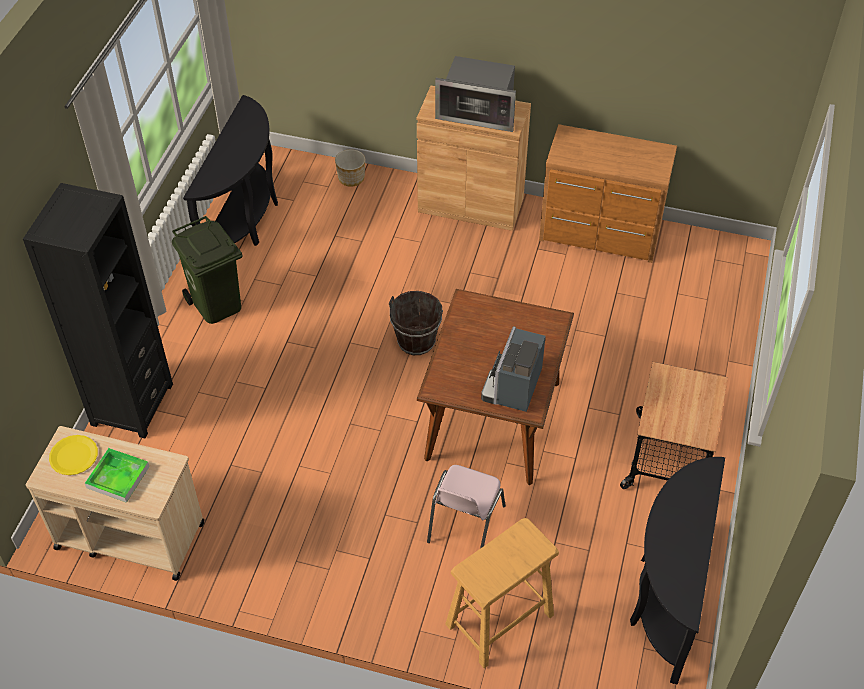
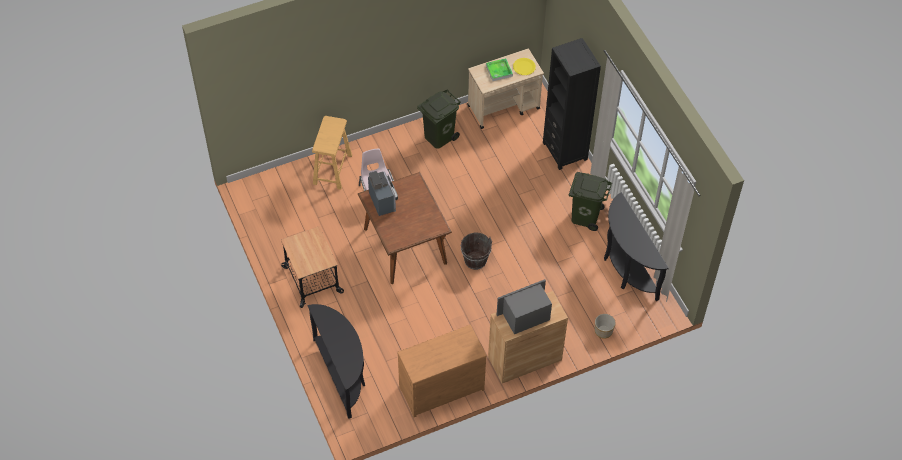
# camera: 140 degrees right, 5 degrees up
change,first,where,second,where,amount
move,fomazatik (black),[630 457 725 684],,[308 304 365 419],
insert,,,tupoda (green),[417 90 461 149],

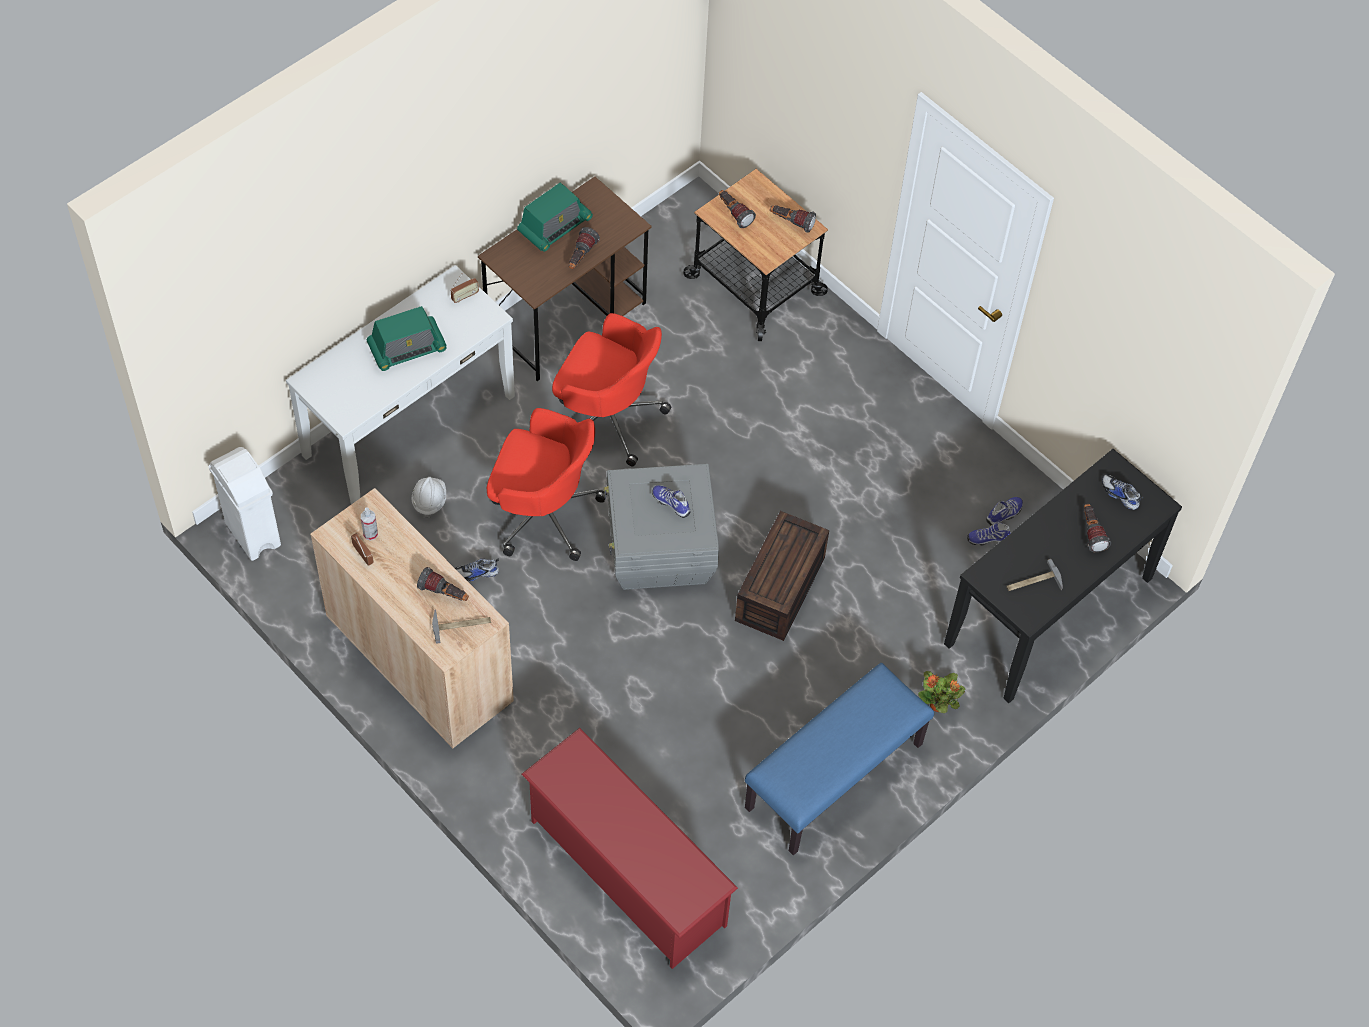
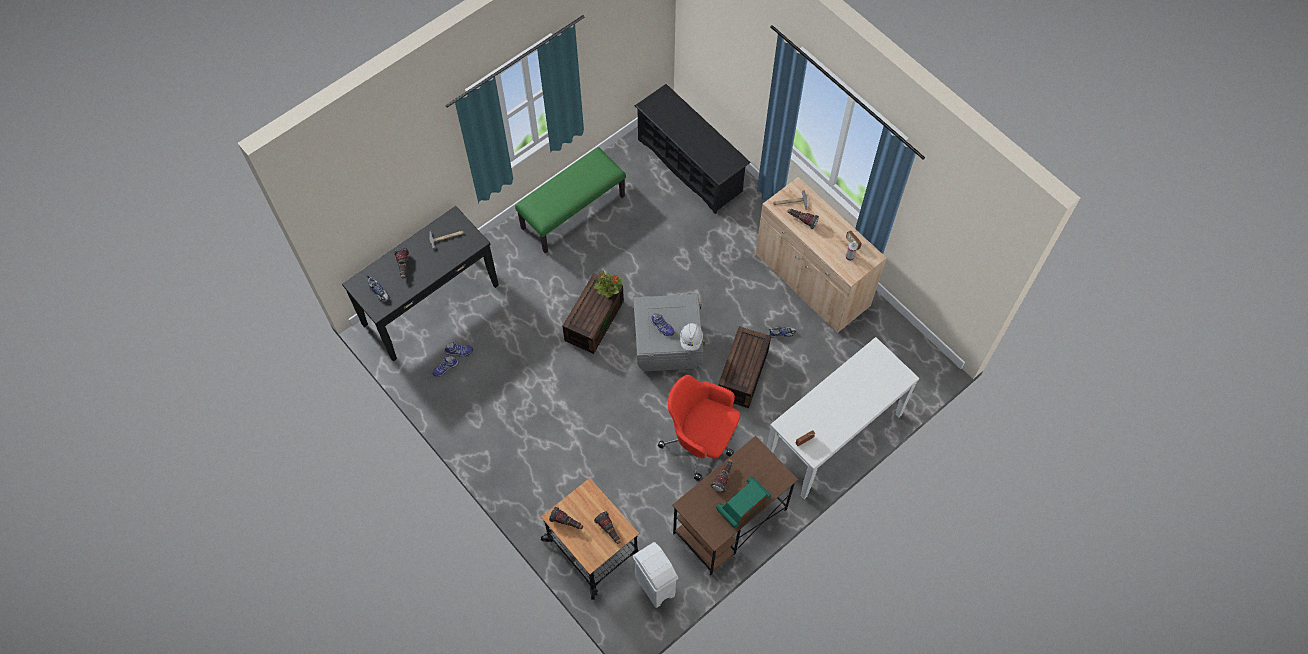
# camera: 175 degrees left, 5 degrees up
change,first,where,second,where,amount
move,tupoda (white),[208 447 281 561],,[633 542 678 608],
delete,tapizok,[366 306 446 371],,,
move,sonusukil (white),[411 477 446 518],,[680 323 703 351],
replace,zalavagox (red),[487 408 607 561],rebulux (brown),[718 326 771 408],
recolor,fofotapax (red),[521 728 738 969],fofotapax (black),[635 84 751 214],
recolor,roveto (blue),[745 663 934 855],roveto (green),[515 147 626 254],
move,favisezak,[918 671 965 713],,[593 270 623 298],

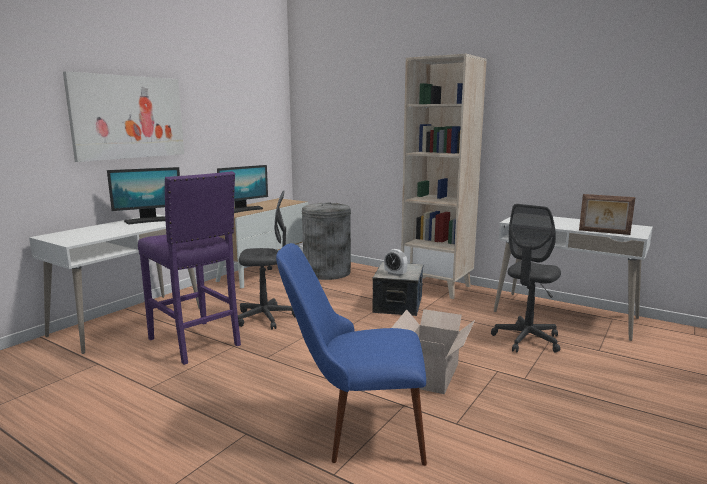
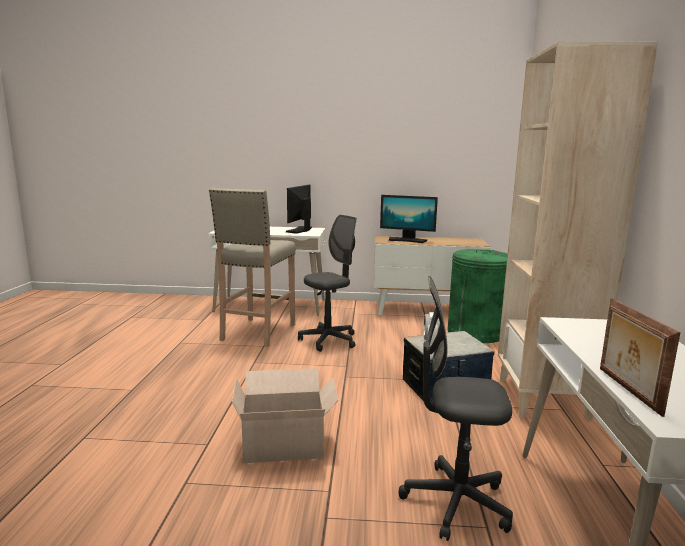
# camera: 60 degrees right, 0 degrees up
change,first,where,second,where,amount
delete,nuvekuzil,[63 71 184 162],,,
rotate,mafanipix,[107 167 180 225],,[286 184 312 234],75 degrees clockwise
recolor,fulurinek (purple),[138 171 241 365],fulurinek (beige),[209 188 296 347],
rotate,zalavagox (grey),[238 191 296 330],,[298 214 356 352],90 degrees counterclockwise
delete,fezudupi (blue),[276 243 427 466],,,
recolor,tupoda (grey),[302 202 351 280],tupoda (green),[448 249 508 343],

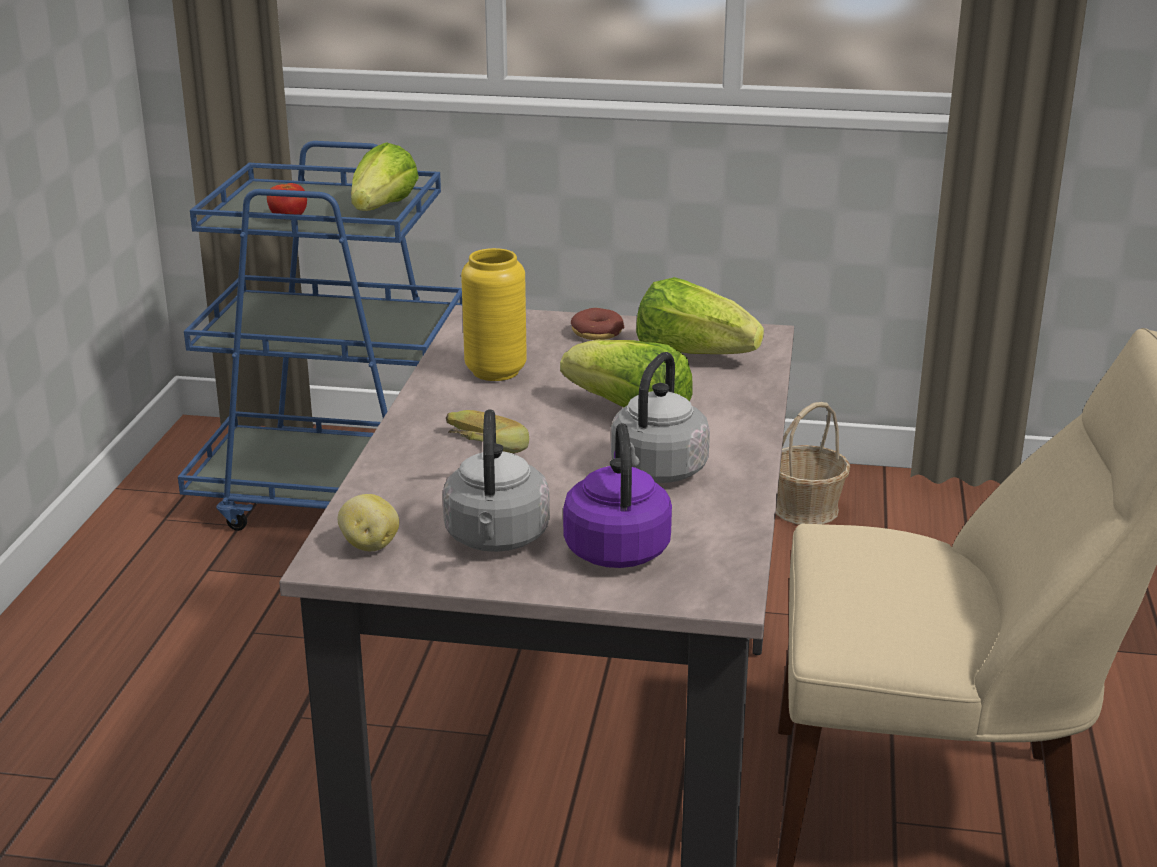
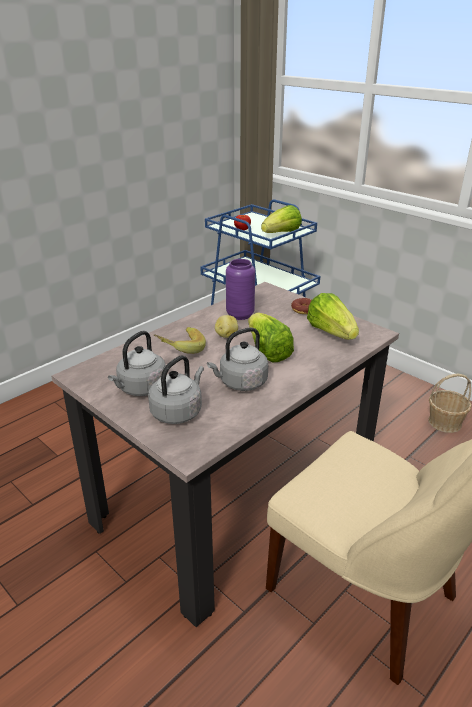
# camera: 35 degrees right, 5 degrees up
change,first,where,second,where,amount
move,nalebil,[338 494 399 551],,[215 315 238 338],
recolor,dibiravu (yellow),[461 248 527 381],dibiravu (purple),[226 259 255 320],
recolor,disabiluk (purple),[563 423 672 568],disabiluk (grey),[148 355 204 424],

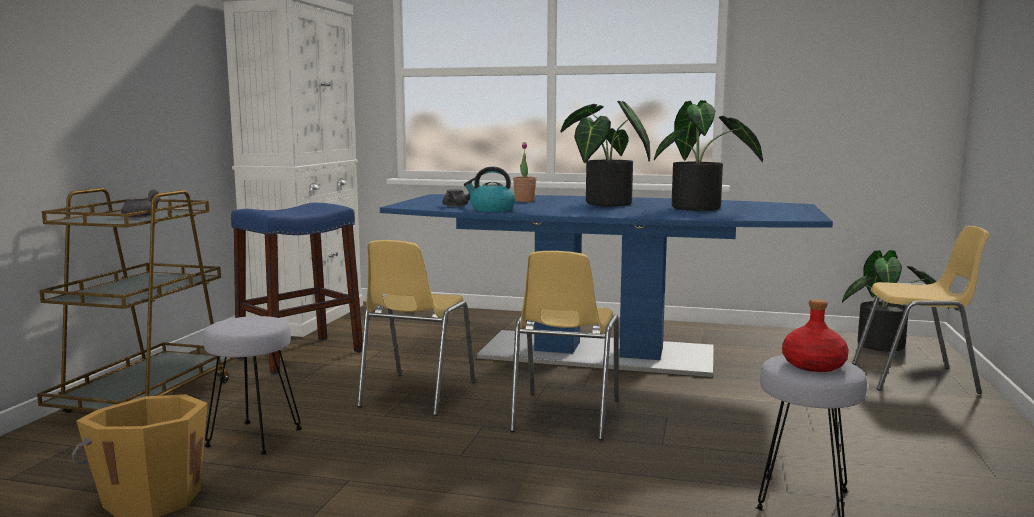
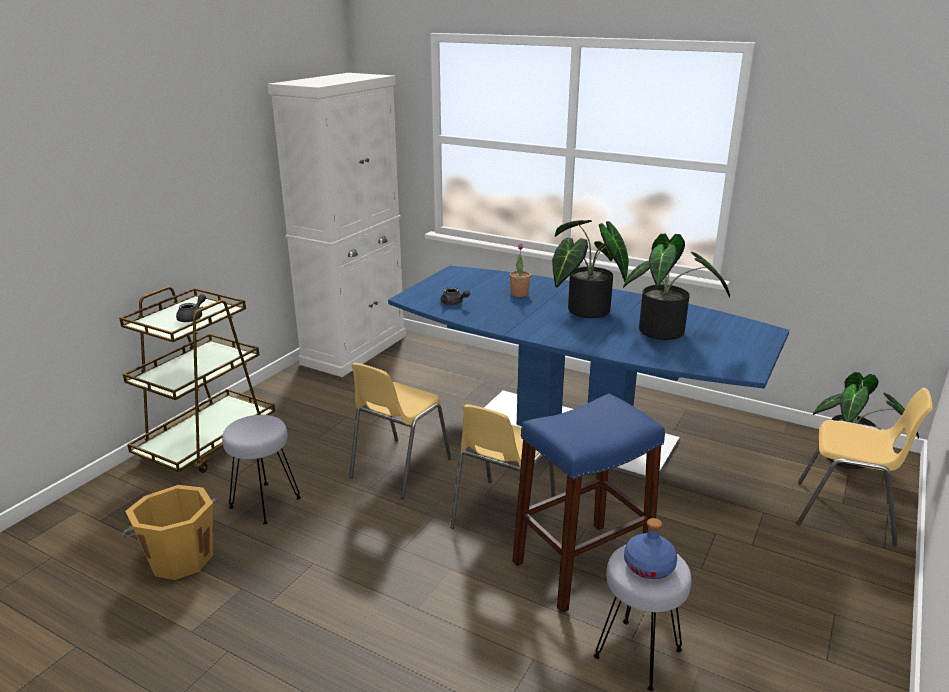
# camera: 15 degrees right, 15 degrees up
change,first,where,second,where,amount
move,fulurinek (blue),[231 203 363 375],,[512 393 665 613],
delete,disabiluk,[464 167 515 212],,,
recolor,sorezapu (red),[782 299 849 372],sorezapu (blue),[624 518 677 579],

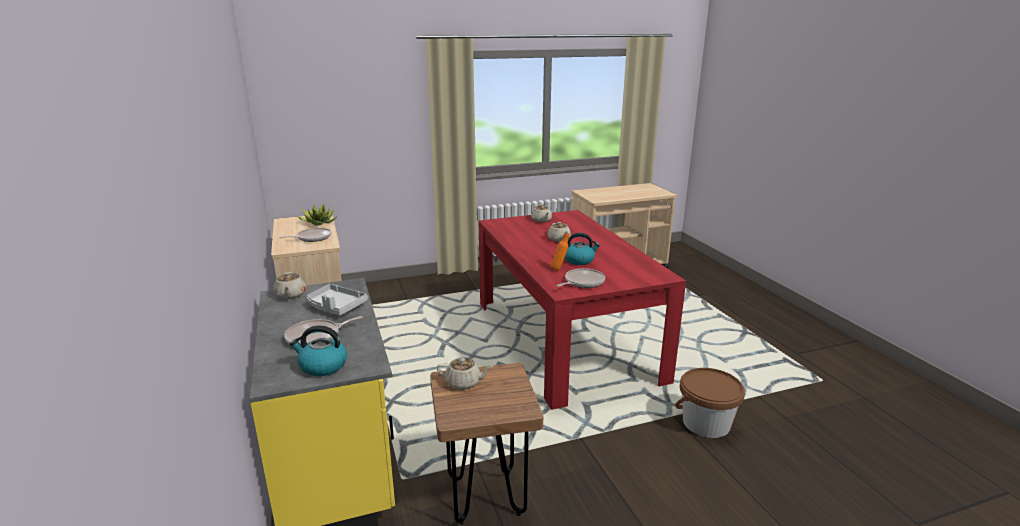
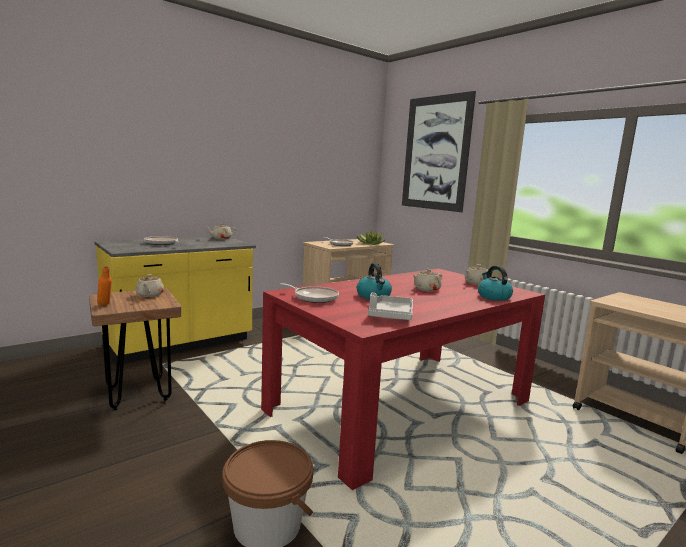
# camera: 70 degrees right, 10 degrees down
change,first,where,second,where,amount
move,disabiluk,[290 325 347 376],,[478 266 513 301],
move,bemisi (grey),[307 284 368 315],,[368 293 413 320],
move,sorezapu (orange),[551 232 570 270],,[97 266 112 306],
insert,,,nuvekuzil,[402 91 476 212],

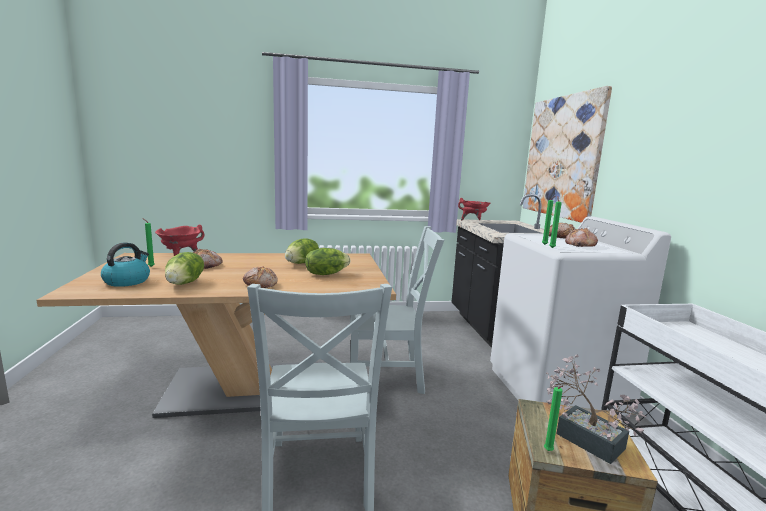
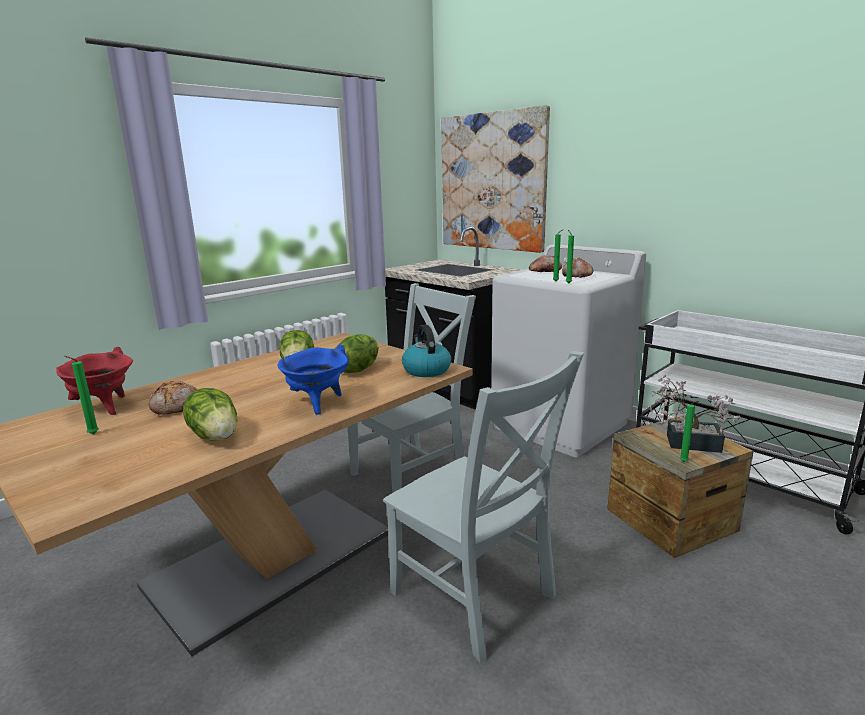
# camera: 35 degrees left, 5 degrees up
change,first,where,second,where,amount
move,disabiluk,[101 242 150 287],,[402 325 451 377],
replace,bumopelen,[243 266 278 288],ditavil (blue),[277 345 349 414],
delete,ditavil (red),[458 198 491 220],,,

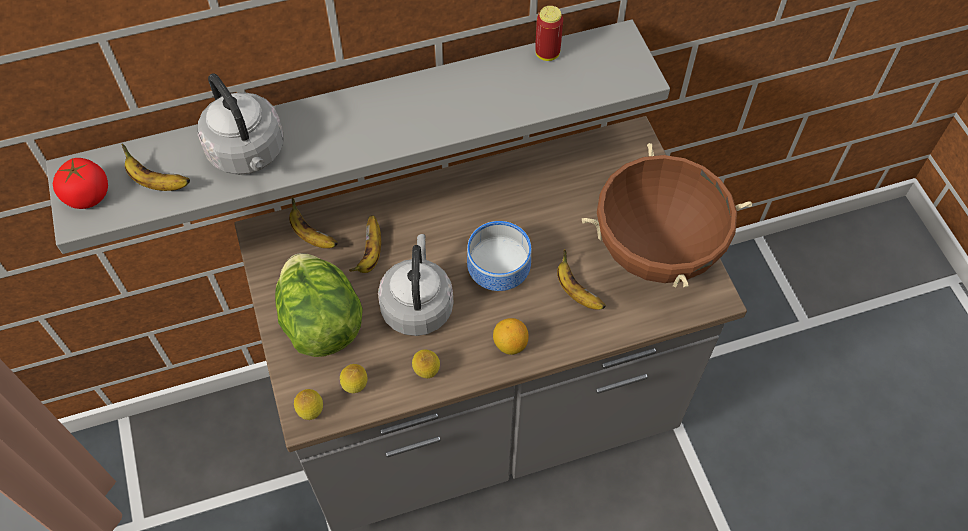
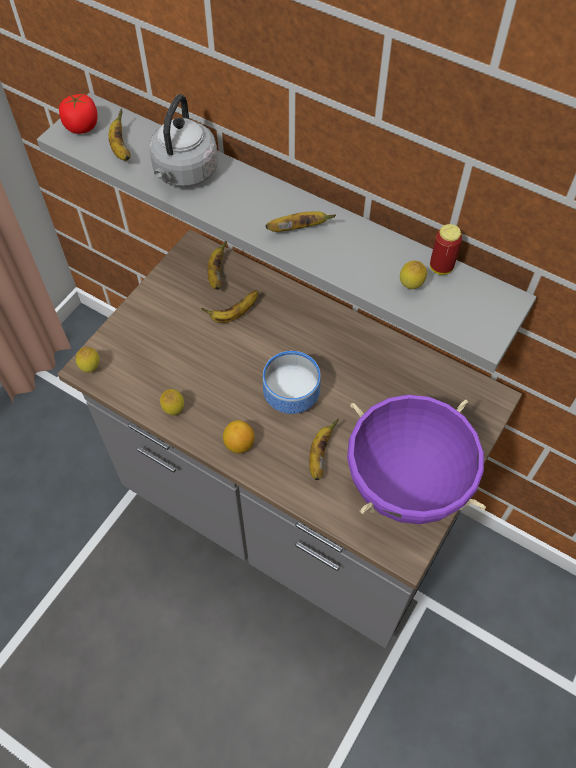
# camera: 50 degrees right, 0 degrees up
change,first,where,second,where,amount
delete,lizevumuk,[275 253 363 357],,,
move,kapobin,[340 364 368 393],,[400 260 427 289],
delete,disabiluk (grey),[378 234 454 336],,,
recolor,ditavil (brown),[582 143 752 288],ditavil (purple),[347 395 486 524],
insert,,,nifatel,[265 211 336 232],

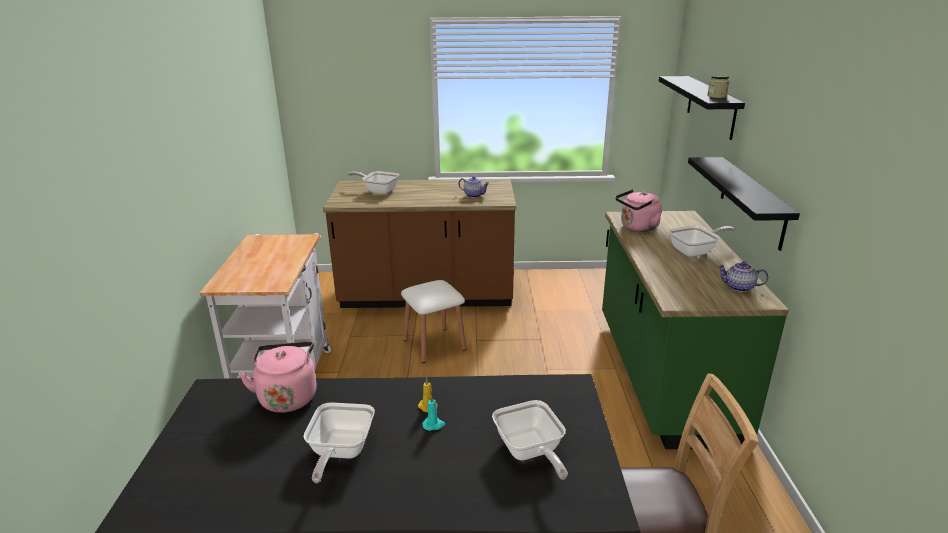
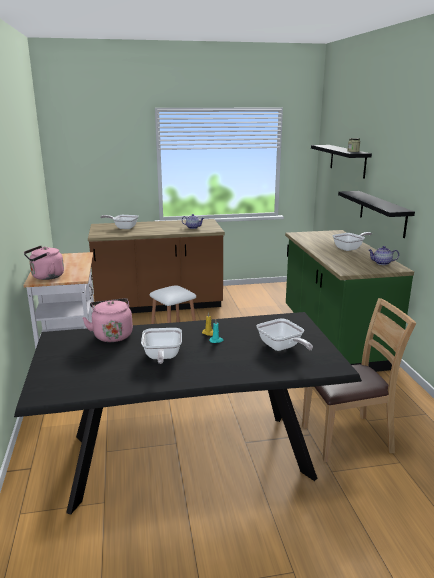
# camera: 10 degrees left, 5 degrees down
change,first,where,second,where,amount
move,disabiluk (pink),[615 189 662 232],,[24 246 64 280],

